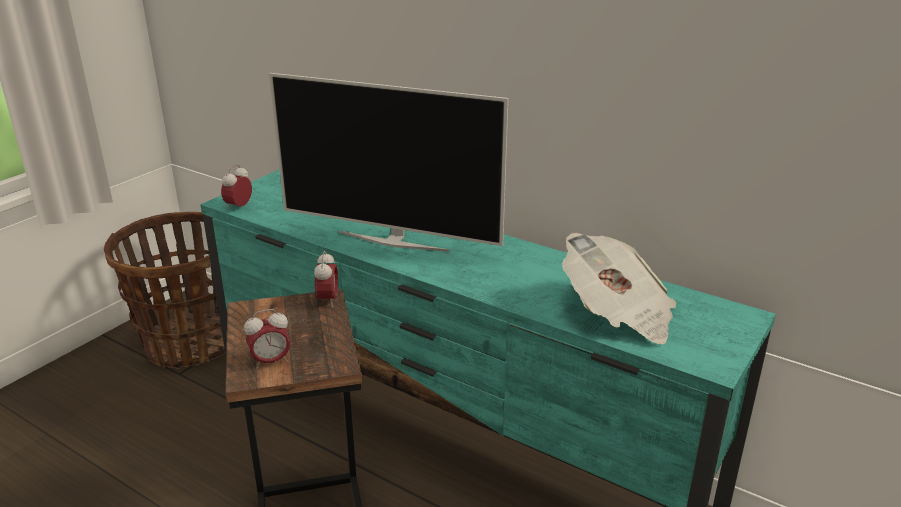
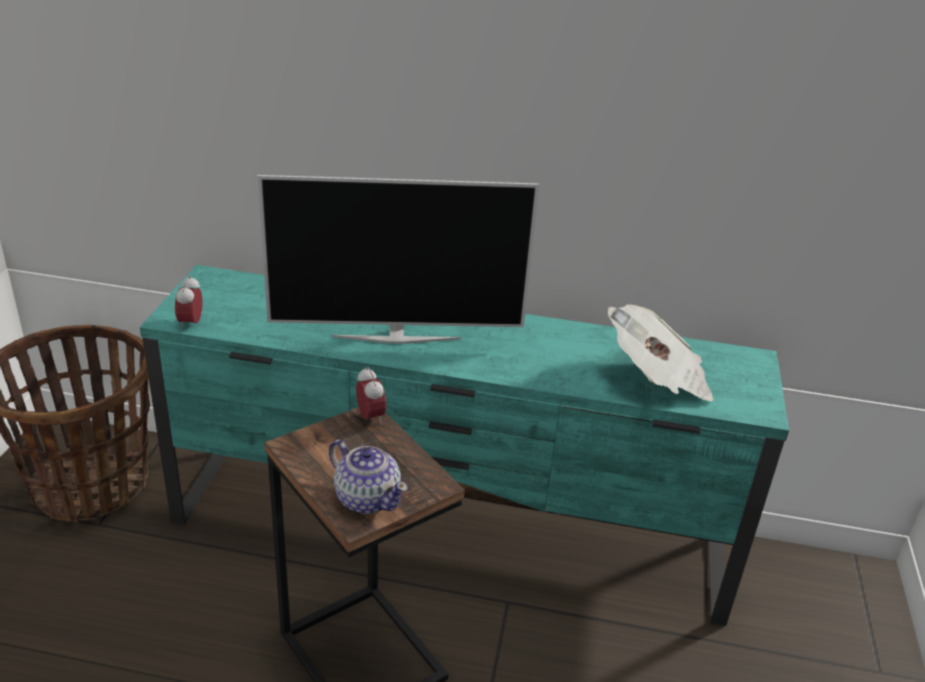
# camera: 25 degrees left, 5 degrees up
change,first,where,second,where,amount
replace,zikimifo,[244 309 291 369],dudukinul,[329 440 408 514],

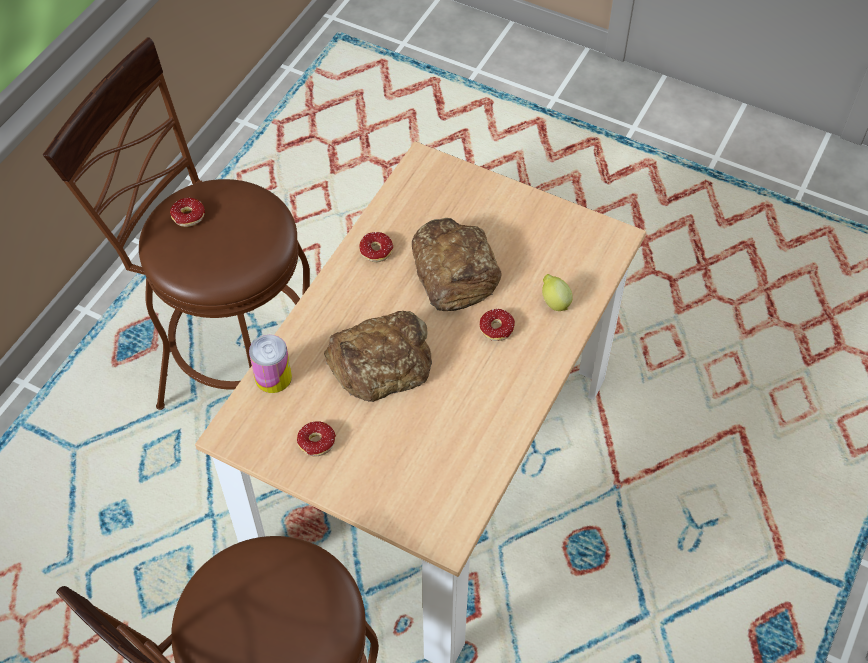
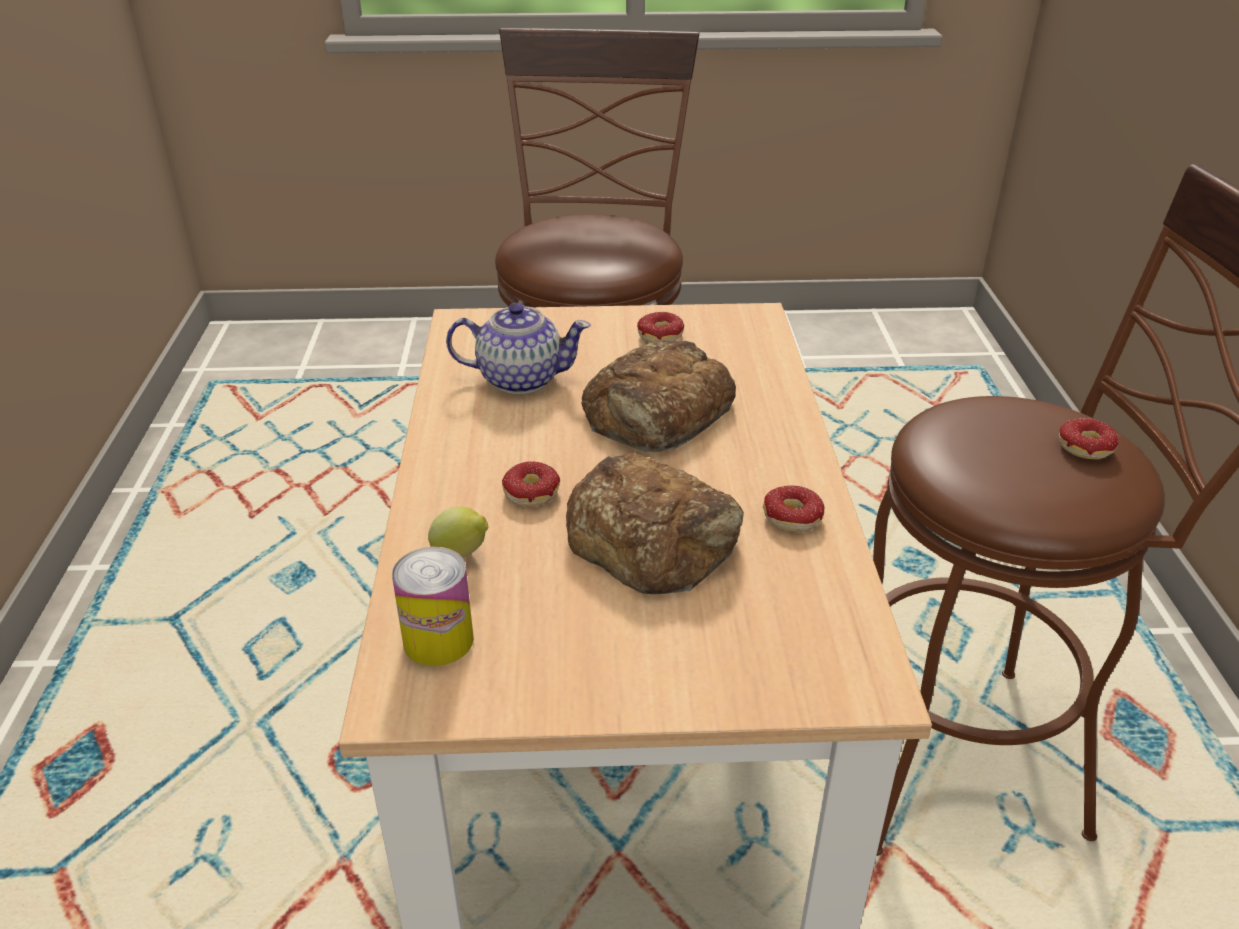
# camera: 150 degrees right, 20 degrees down
change,first,where,second,where,amount
move,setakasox,[249 335 292 393],,[392 547 474 666],
insert,,,dudukinul,[446 303 591 394],

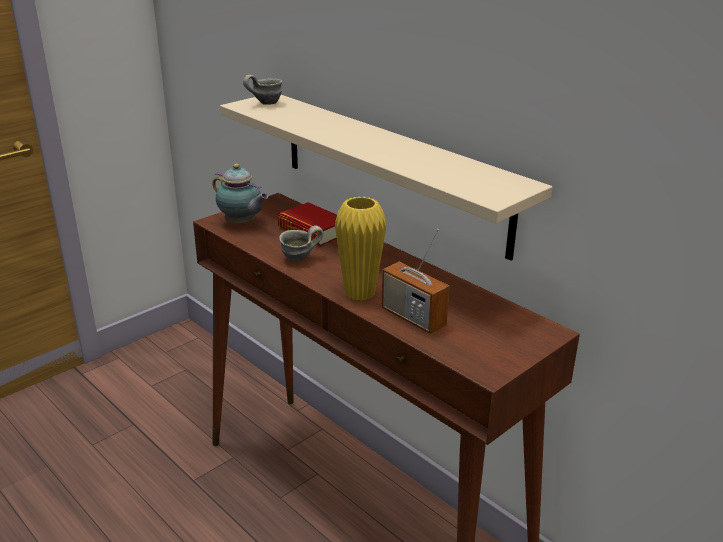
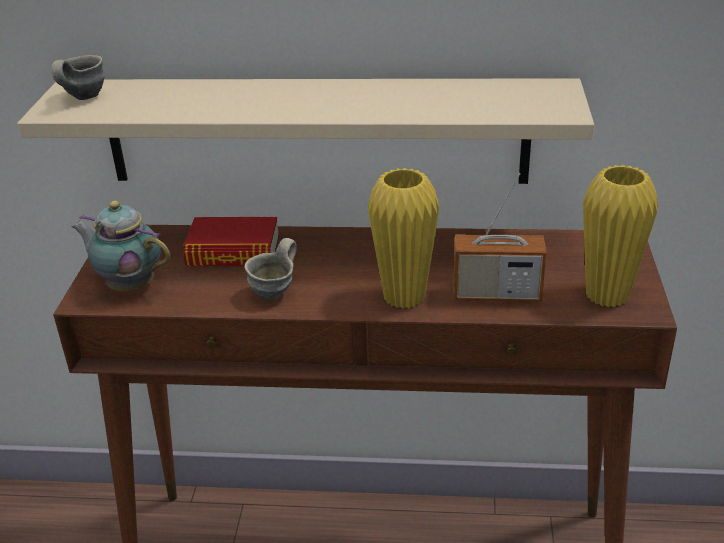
# camera: 40 degrees left, 5 degrees up
change,first,where,second,where,amount
rotate,dudukinul,[212 164 268 225],,[71 201 171 291],150 degrees counterclockwise
insert,,,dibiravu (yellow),[583 165 658 308],

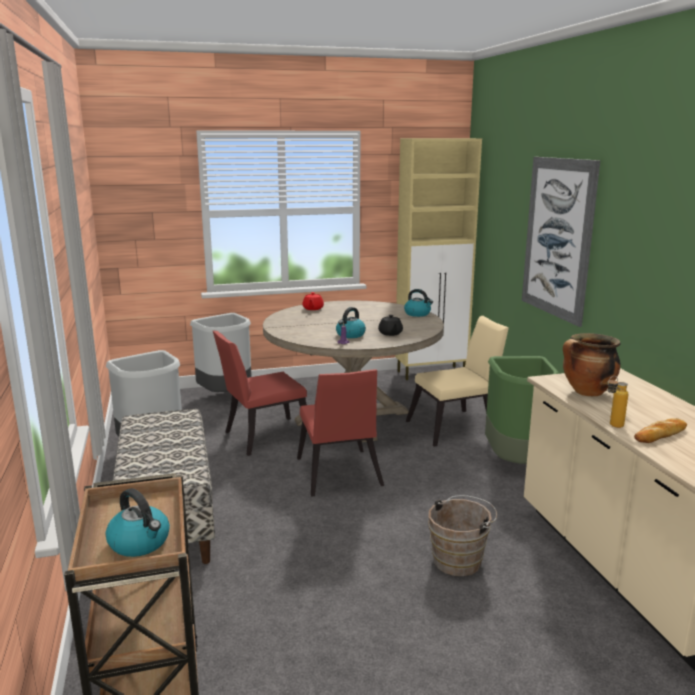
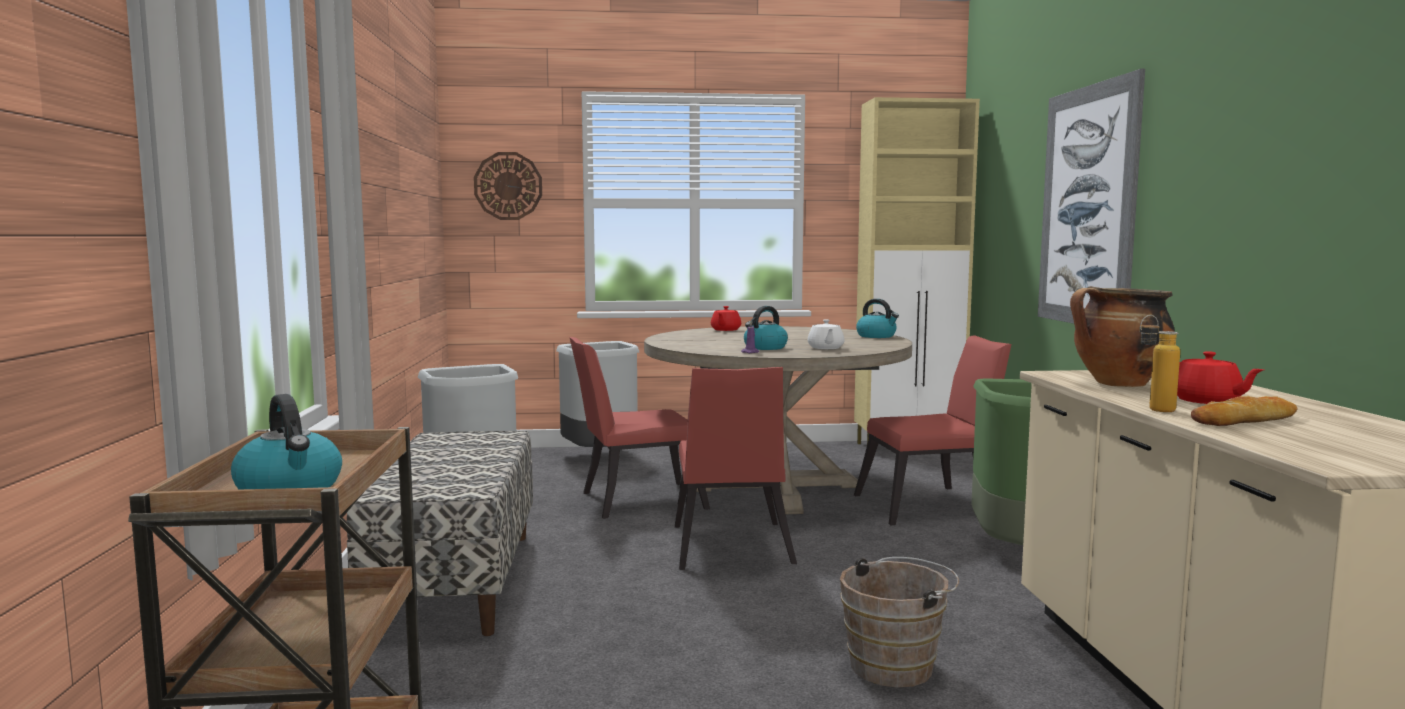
# camera: 10 degrees right, 10 degrees down
change,first,where,second,where,amount
recolor,dudukinul (black),[378 315 403 336],dudukinul (white),[808 319 845 349],
recolor,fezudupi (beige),[406 316 509 447],fezudupi (red),[854 335 1011 525],
insert,,,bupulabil,[474 152 542 220],
insert,,,dudukinul (red),[1177 351 1265 404],

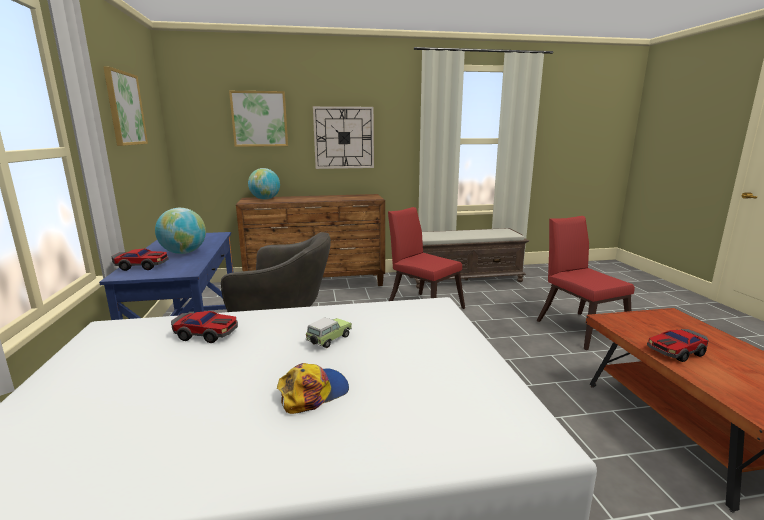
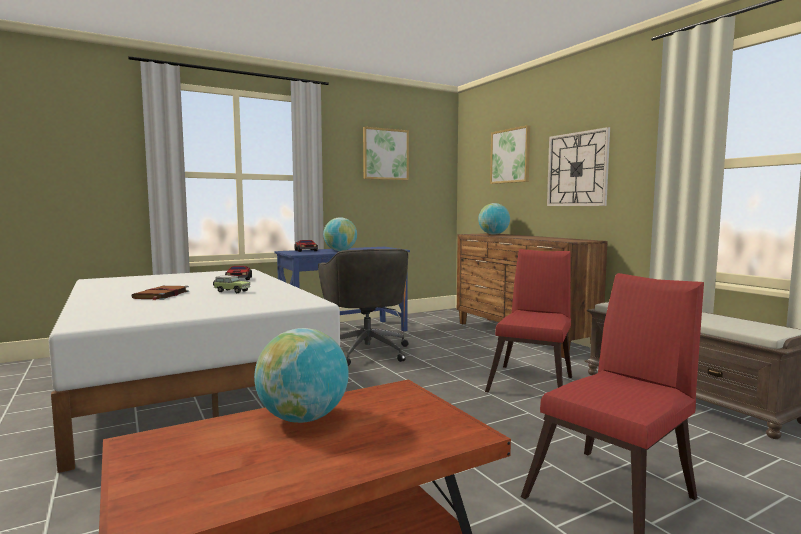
# camera: 70 degrees right, 10 degrees down
change,first,where,second,where,amount
replace,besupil,[277 363 349 414],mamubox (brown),[131 286 189 300],
replace,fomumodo,[647 329 709 362],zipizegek,[254 328 349 423],

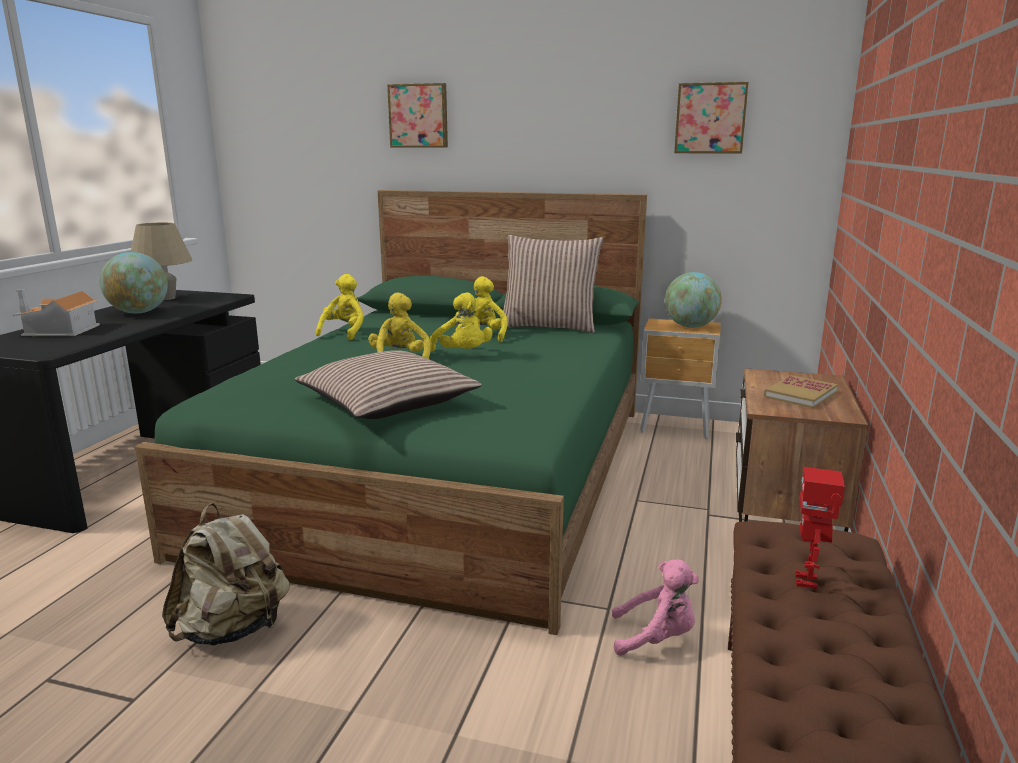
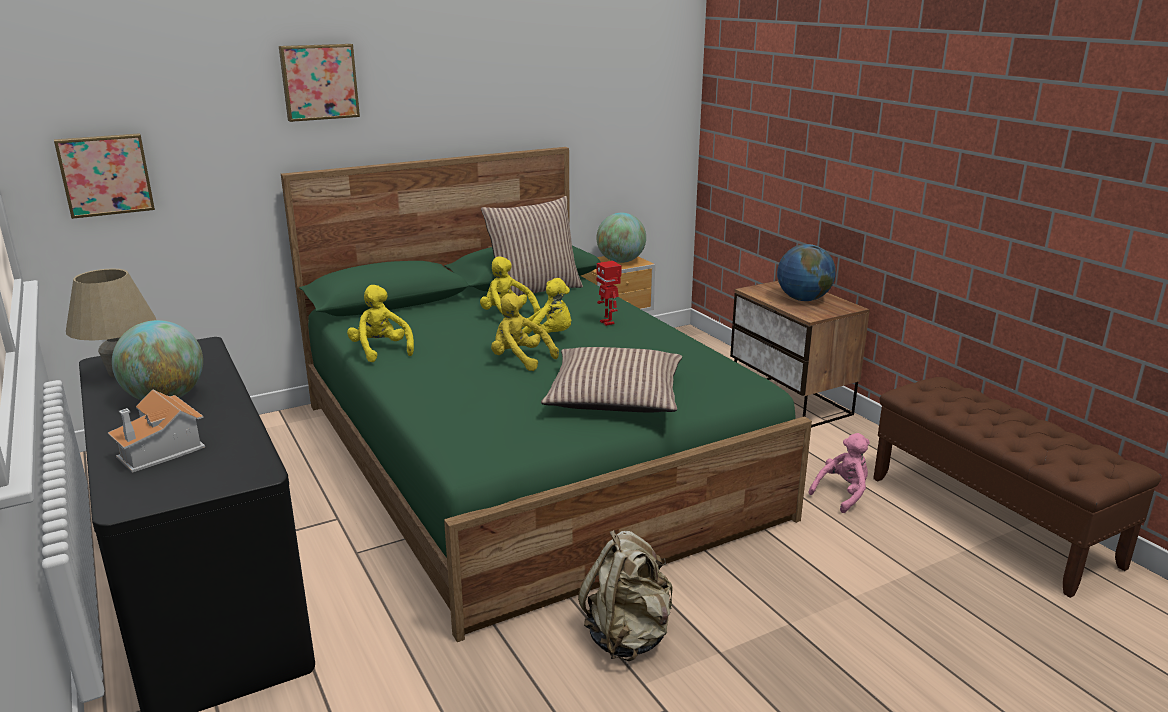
# camera: 45 degrees left, 5 degrees up
change,first,where,second,where,amount
move,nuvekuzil,[674 82 749 153],,[54 133 155 219],
replace,mamubox,[764 375 838 408],zipizegek,[777 244 836 301],
move,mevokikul,[796 467 845 589],,[596 261 621 326],

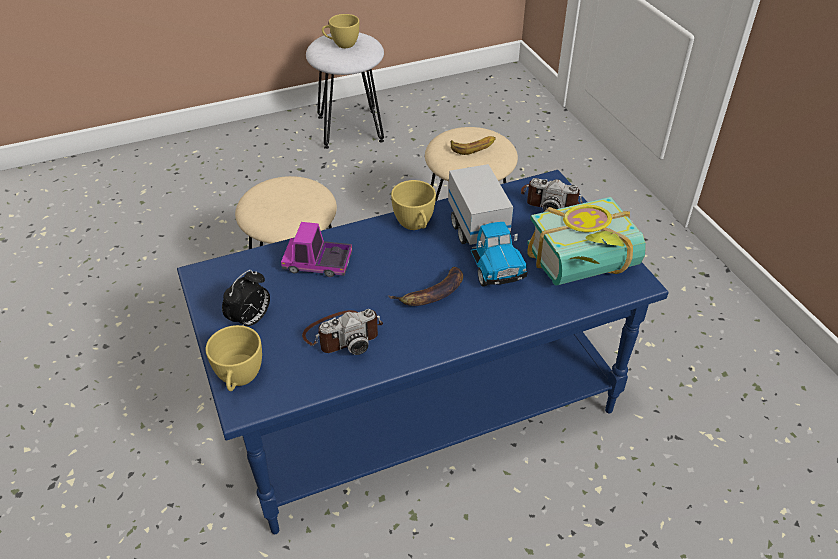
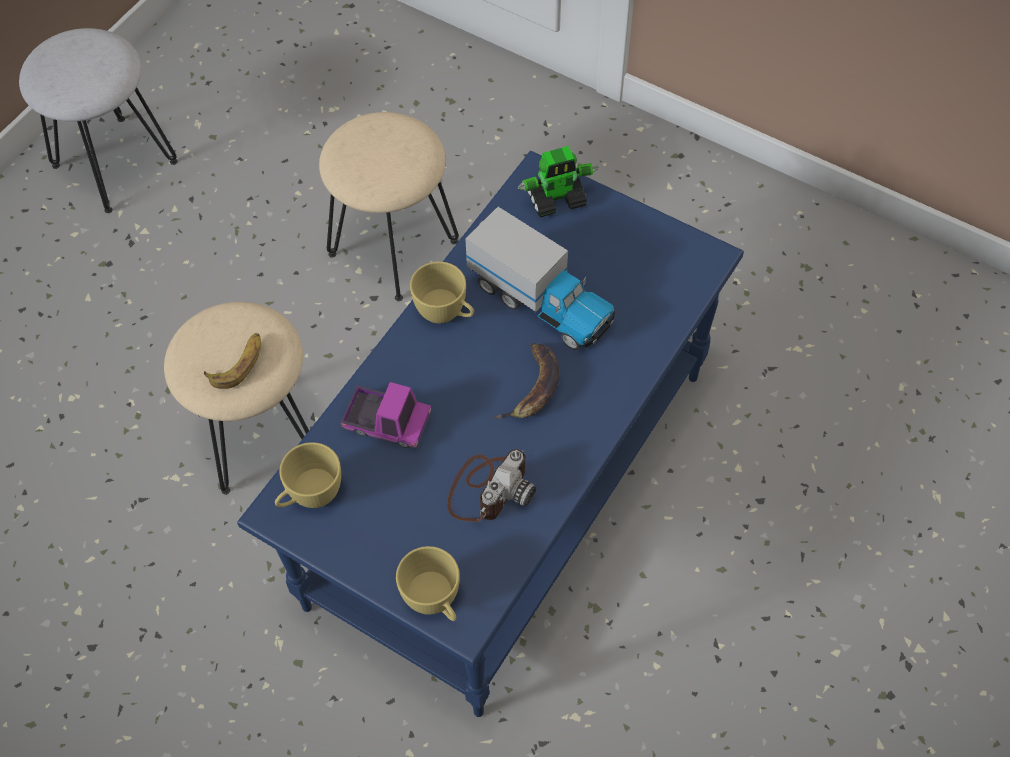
# camera: 35 degrees left, 15 degrees up
change,first,where,second,where,amount
delete,zikimifo,[222 270 270 326],,,
rotate,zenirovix,[281 222 352 277],,[341 382 432 450],135 degrees counterclockwise
move,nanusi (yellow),[322 14 359 48],,[275 442 341 508],
move,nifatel,[451 136 496 155],,[204 333 261 389],
replace,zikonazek,[521 178 583 211],mevokikul,[518 146 598 217],
delete,mamubox,[527 197 645 285],,,

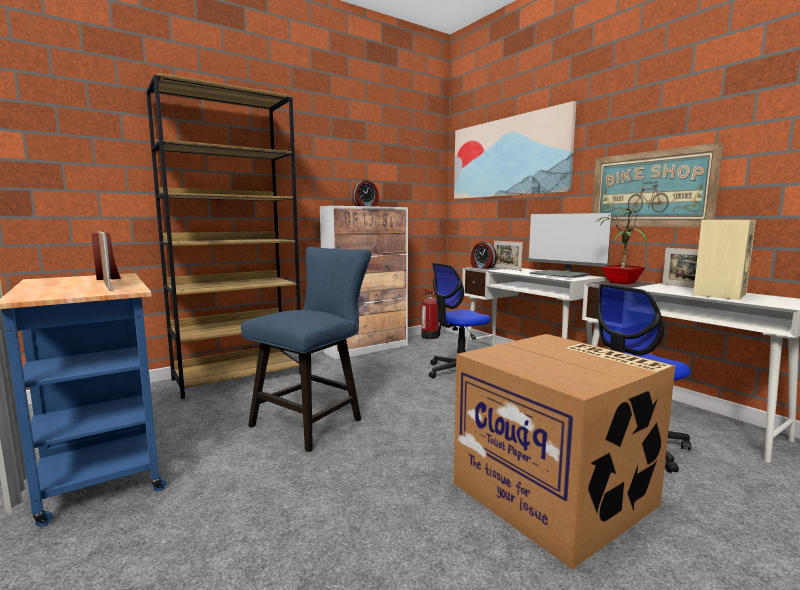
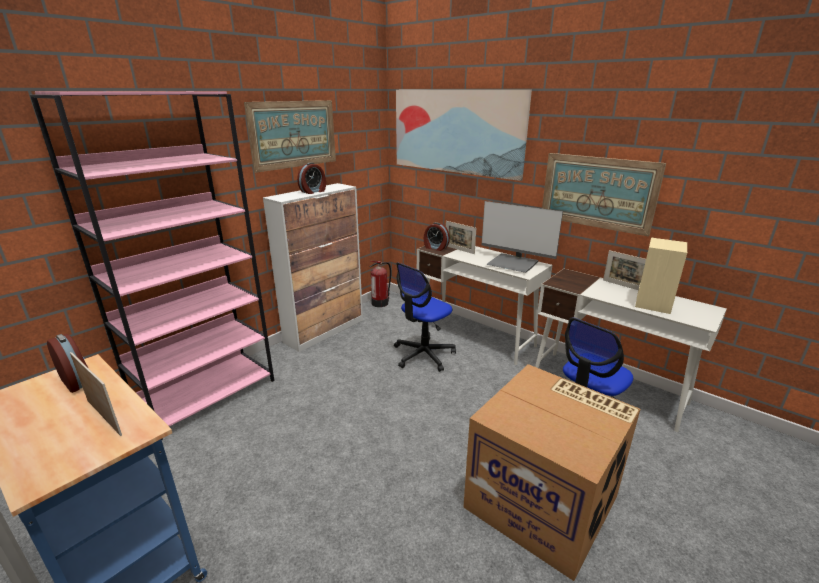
# camera: 15 degrees left, 15 degrees up
change,first,where,second,where,amount
recolor,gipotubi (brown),[146 73 301 399],gipotubi (pink),[30 91 274 440],
delete,fezudupi (blue),[241 247 372 452],,,
delete,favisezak,[598 205 647 284],,,
insert,,,nuvekuzil,[244 100 336 173],

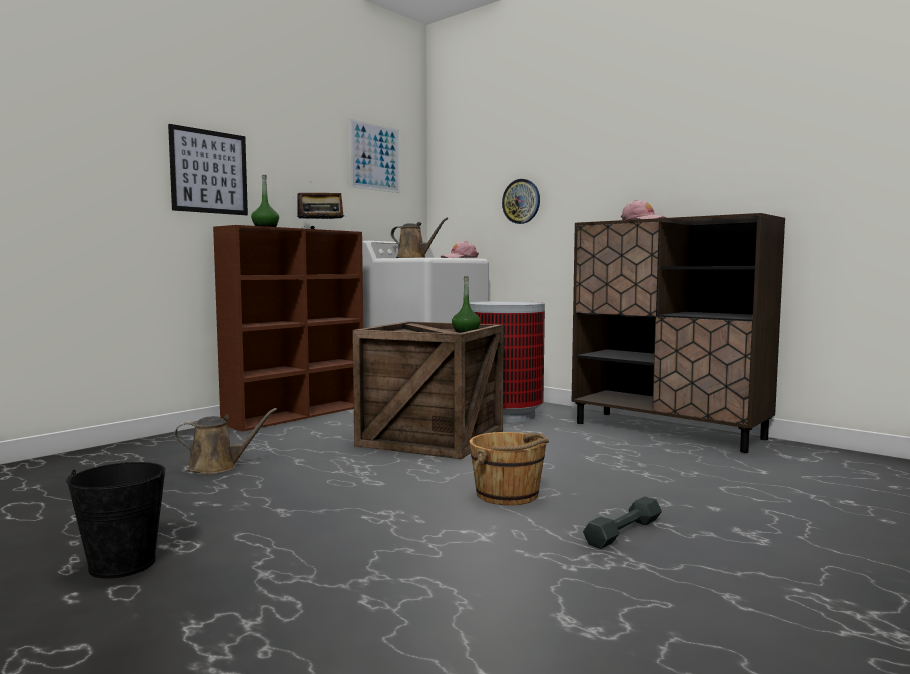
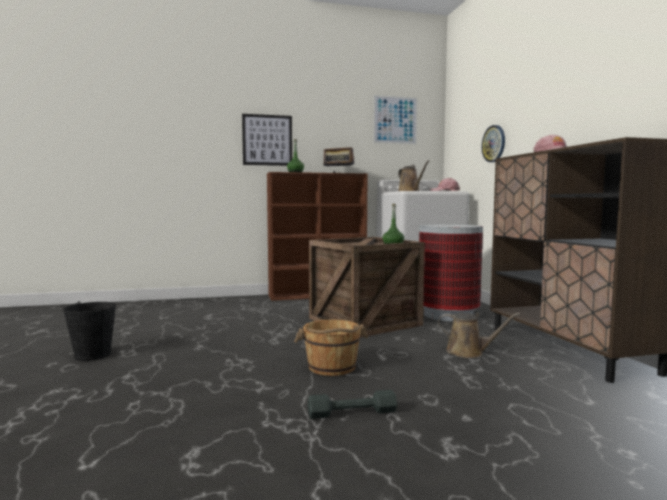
# camera: 35 degrees right, 0 degrees up
change,first,where,second,where,amount
move,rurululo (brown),[174 408 277 474],,[438 312 520 358],

